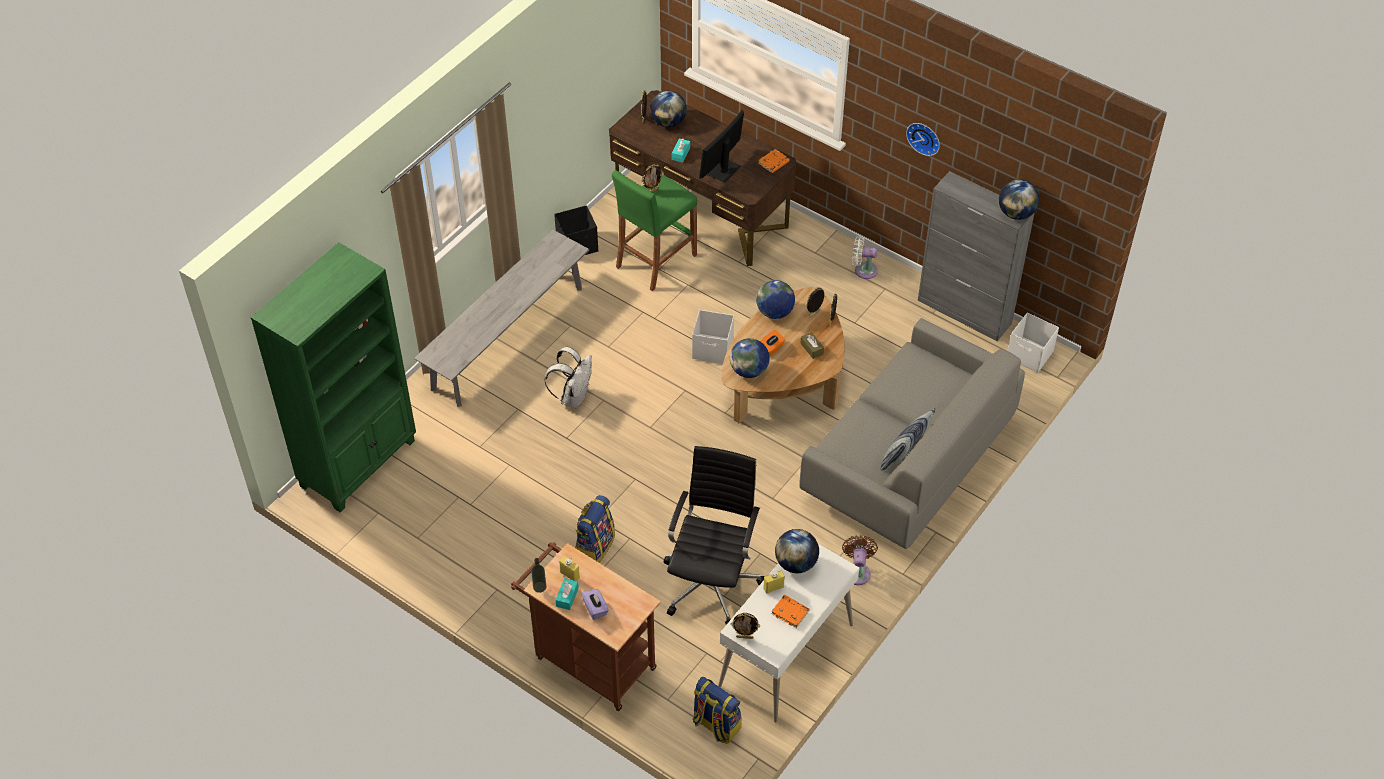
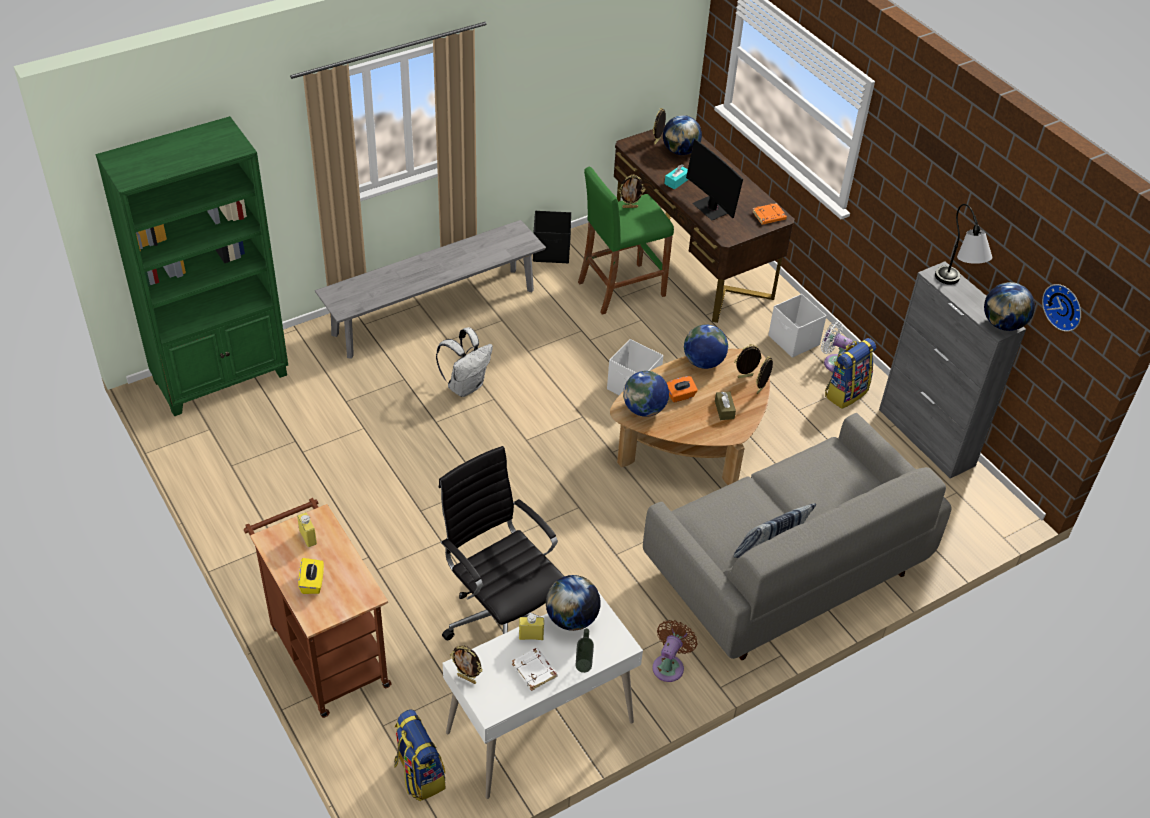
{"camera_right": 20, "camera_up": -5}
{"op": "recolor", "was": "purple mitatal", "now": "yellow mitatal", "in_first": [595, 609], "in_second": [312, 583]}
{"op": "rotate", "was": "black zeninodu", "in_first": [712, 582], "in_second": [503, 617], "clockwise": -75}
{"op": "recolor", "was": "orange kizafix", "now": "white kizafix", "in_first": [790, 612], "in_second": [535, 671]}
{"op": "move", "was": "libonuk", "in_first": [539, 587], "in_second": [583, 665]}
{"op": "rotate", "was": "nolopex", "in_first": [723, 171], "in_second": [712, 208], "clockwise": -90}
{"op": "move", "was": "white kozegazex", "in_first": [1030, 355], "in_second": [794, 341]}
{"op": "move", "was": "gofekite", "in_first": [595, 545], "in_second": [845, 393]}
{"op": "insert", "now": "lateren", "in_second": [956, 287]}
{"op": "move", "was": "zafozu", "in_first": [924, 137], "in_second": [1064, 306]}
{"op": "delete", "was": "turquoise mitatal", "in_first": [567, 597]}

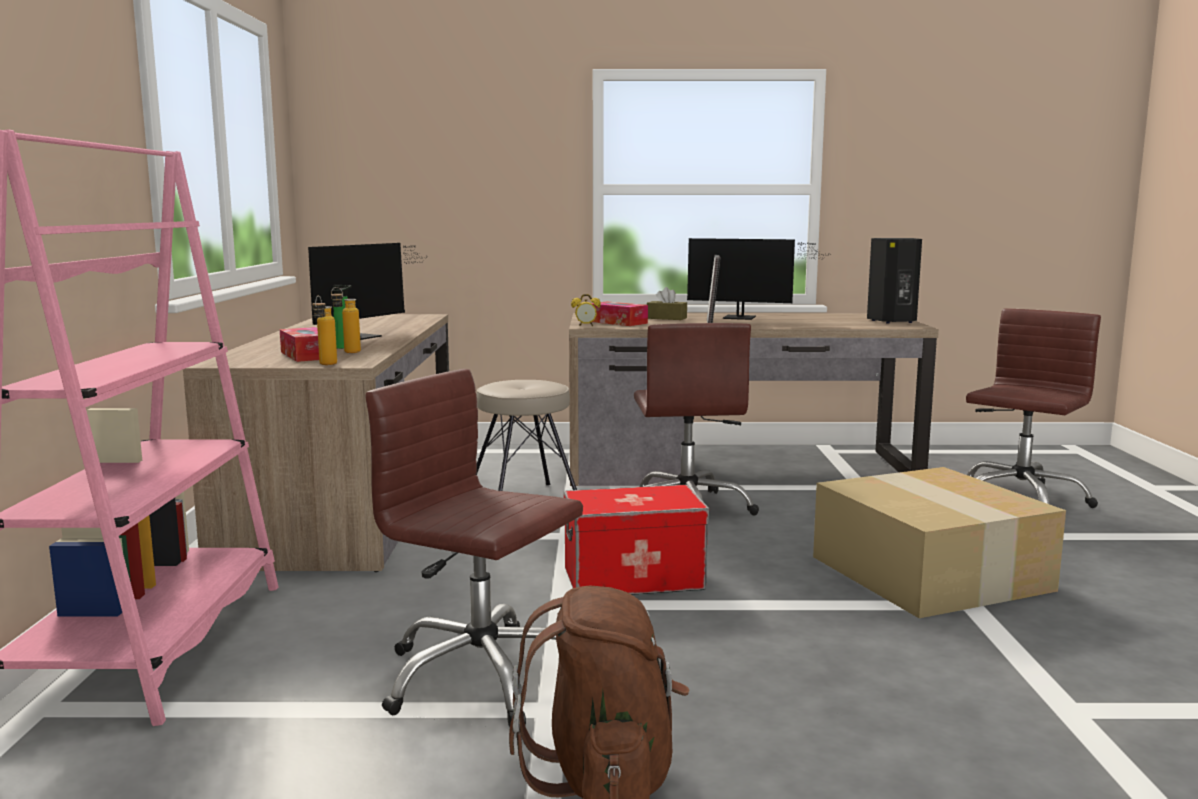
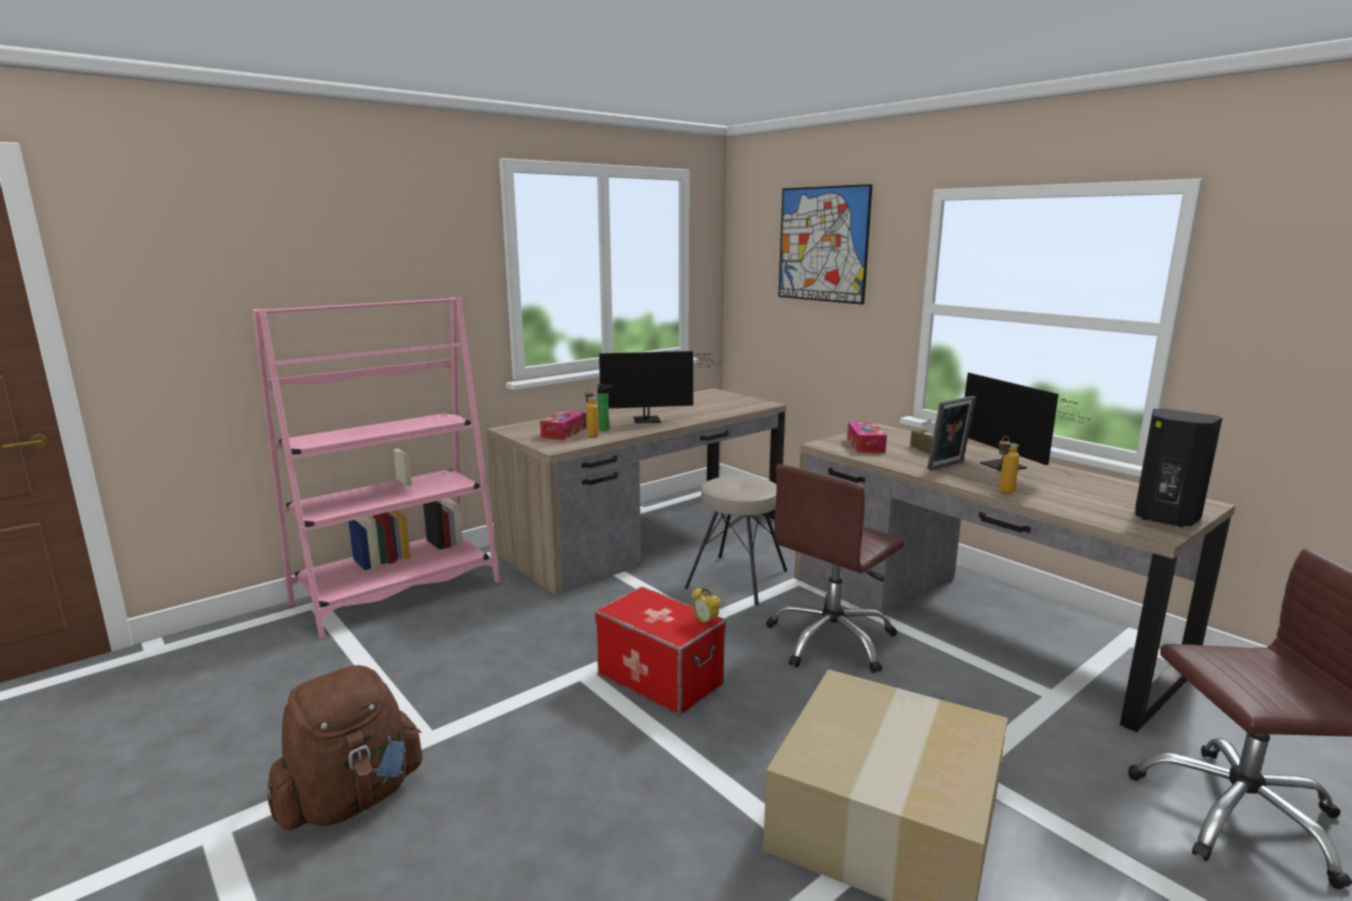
{"camera_right": 50, "camera_up": 5}
{"op": "move", "was": "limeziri", "in_first": [586, 326], "in_second": [705, 622]}
{"op": "insert", "now": "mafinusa", "in_second": [822, 244]}
{"op": "move", "was": "libonuk", "in_first": [325, 365], "in_second": [1002, 492]}
{"op": "delete", "was": "brown zeninodu", "in_first": [481, 677]}

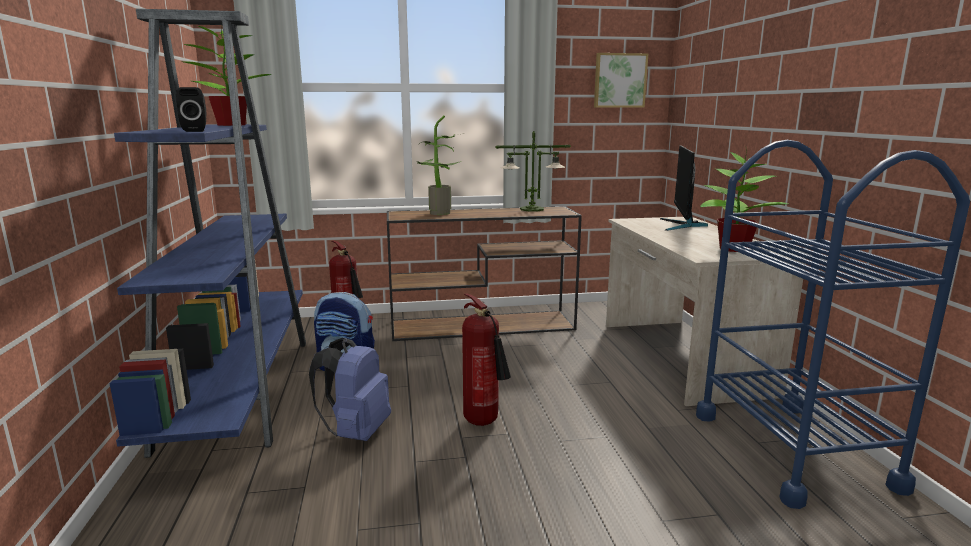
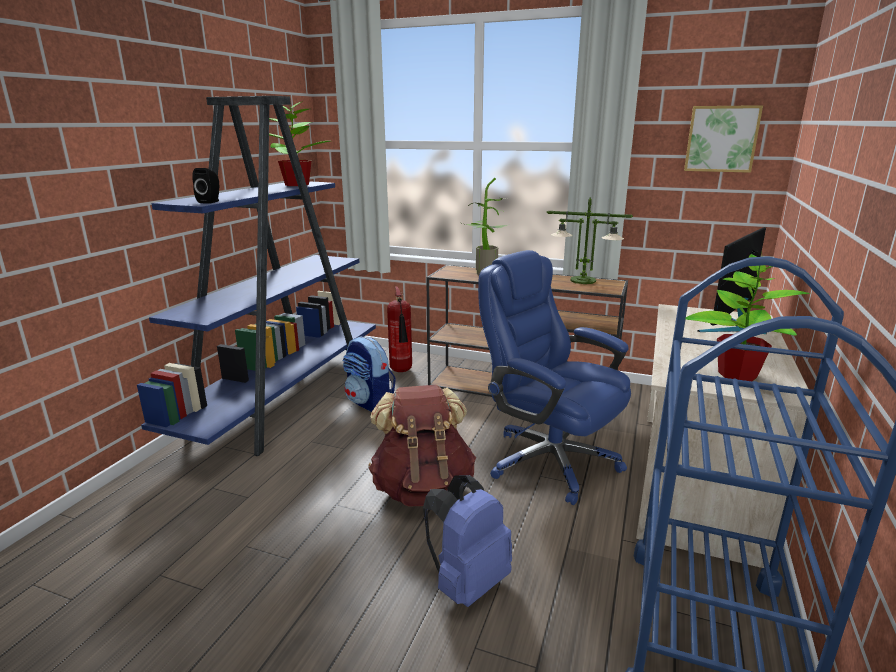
{"camera_right": 30, "camera_up": 5}
{"op": "replace", "was": "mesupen", "now": "brown gofekite", "in_first": [484, 423], "in_second": [423, 488]}
{"op": "move", "was": "blue gofekite", "in_first": [356, 432], "in_second": [467, 582]}
{"op": "insert", "now": "blue zeninodu", "in_second": [549, 460]}

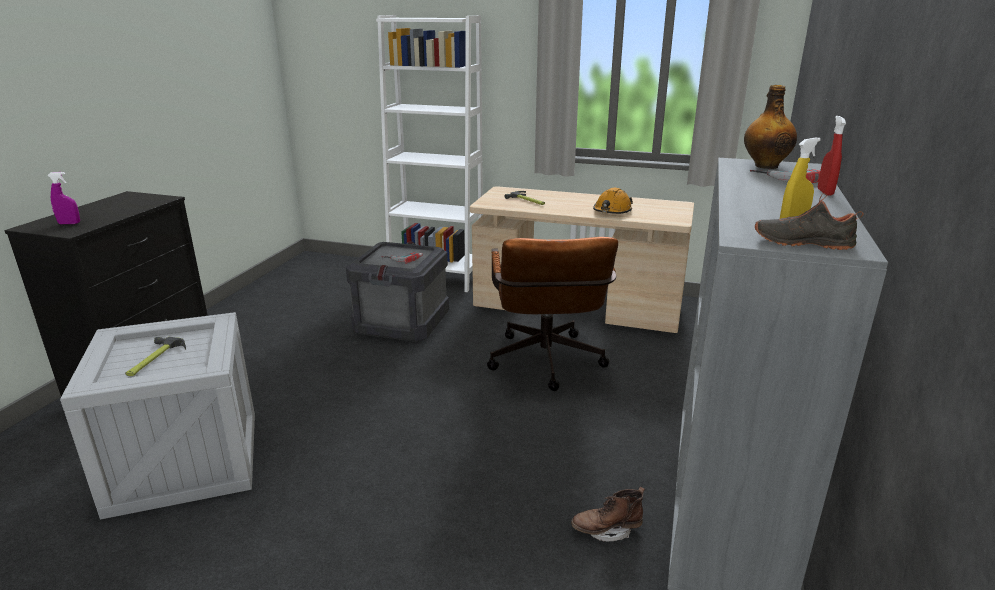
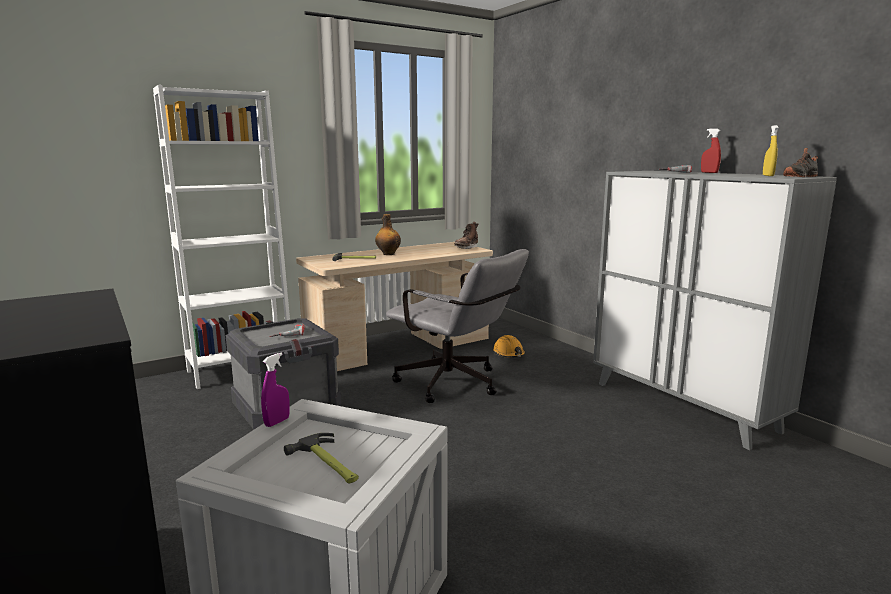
{"camera_right": -50, "camera_up": -10}
{"op": "move", "was": "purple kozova", "in_first": [69, 223], "in_second": [277, 422]}
{"op": "move", "was": "libonuk", "in_first": [765, 166], "in_second": [388, 254]}
{"op": "recolor", "was": "brown zeninodu", "now": "grey zeninodu", "in_first": [546, 365], "in_second": [456, 385]}
{"op": "move", "was": "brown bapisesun", "in_first": [606, 530], "in_second": [466, 248]}
{"op": "move", "was": "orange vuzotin", "in_first": [612, 211], "in_second": [509, 354]}

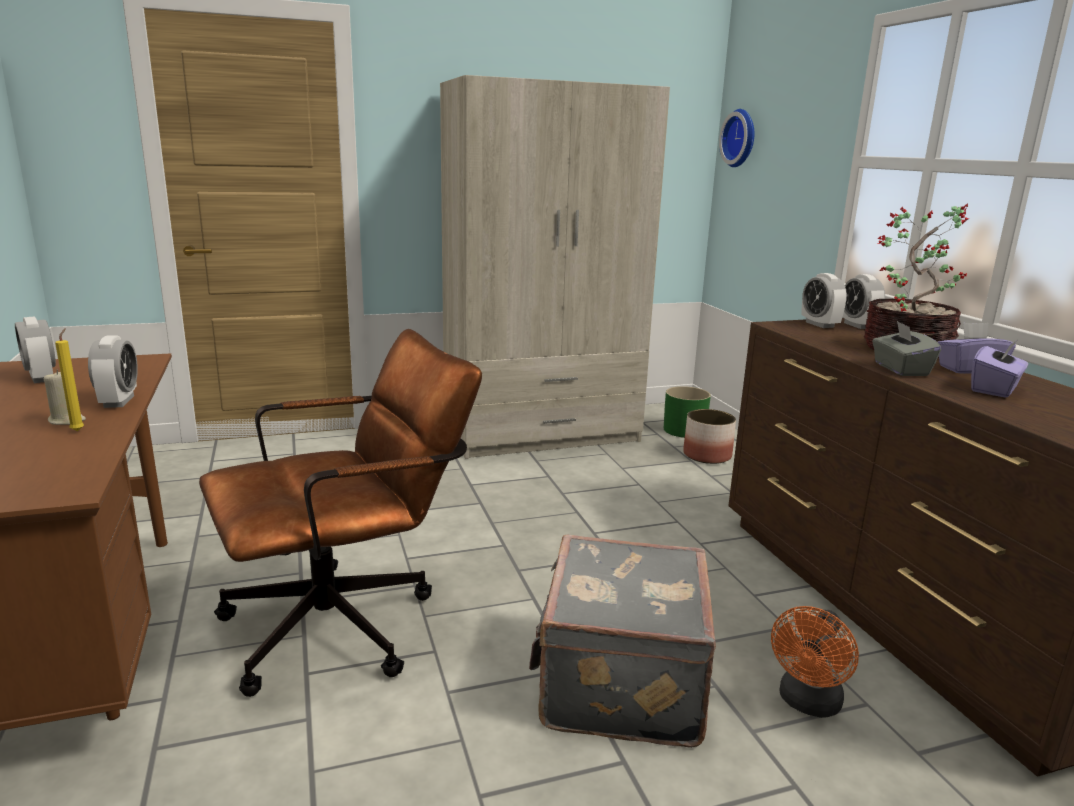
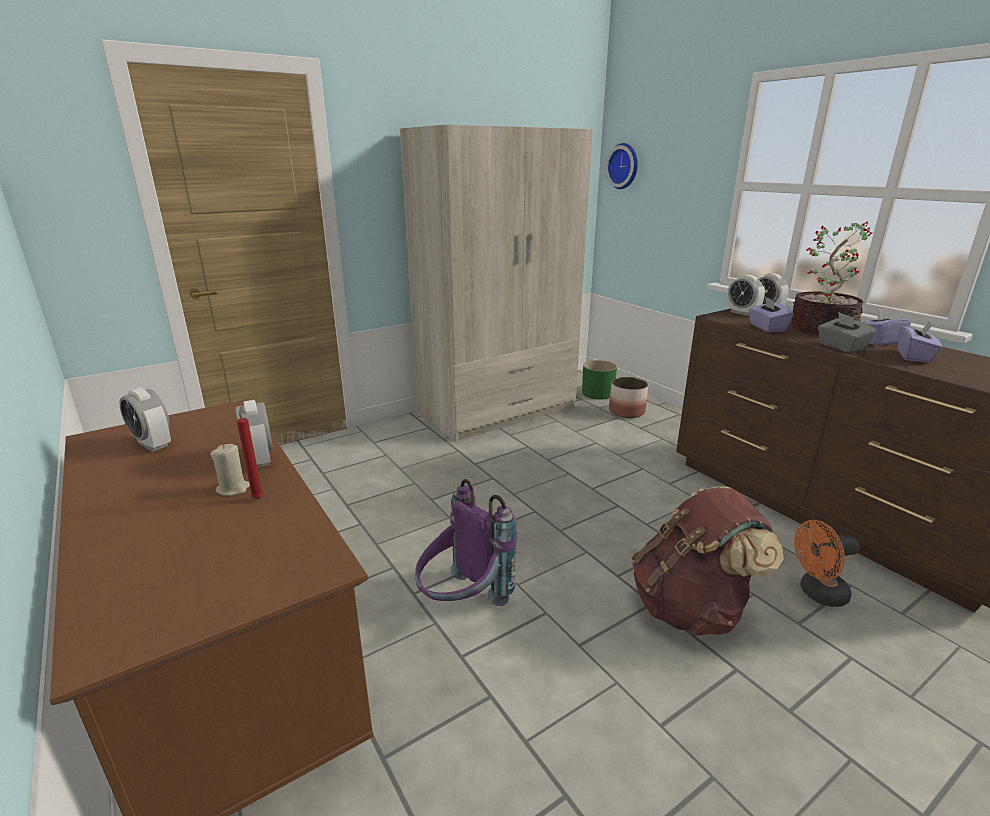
{"camera_right": -15, "camera_up": 5}
{"op": "recolor", "was": "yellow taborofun", "now": "red taborofun", "in_first": [79, 430], "in_second": [258, 498]}
{"op": "replace", "was": "brown zeninodu", "now": "purple gofekite", "in_first": [348, 622], "in_second": [463, 603]}
{"op": "replace", "was": "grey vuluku", "now": "brown gofekite", "in_first": [618, 683], "in_second": [691, 607]}
{"op": "insert", "now": "purple mitatal", "in_second": [766, 328]}
{"op": "rotate", "was": "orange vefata", "in_first": [807, 703], "in_second": [817, 593], "clockwise": 60}

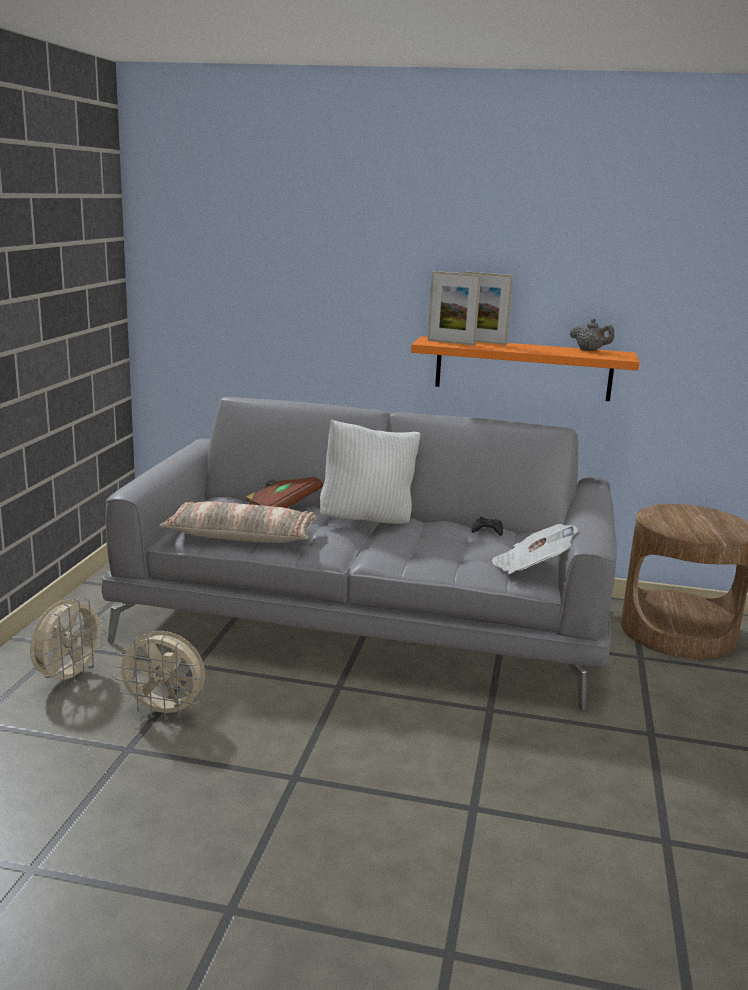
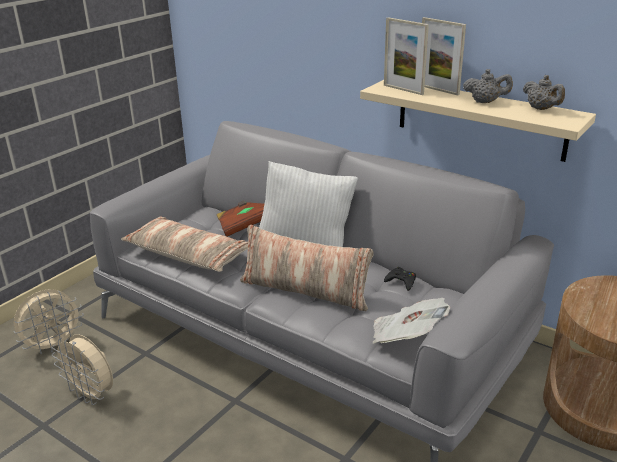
{"camera_right": 25, "camera_up": 10}
{"op": "insert", "now": "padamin", "in_second": [305, 290]}
{"op": "recolor", "was": "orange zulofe", "now": "beige zulofe", "in_first": [523, 369], "in_second": [480, 118]}
{"op": "insert", "now": "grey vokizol", "in_second": [485, 102]}

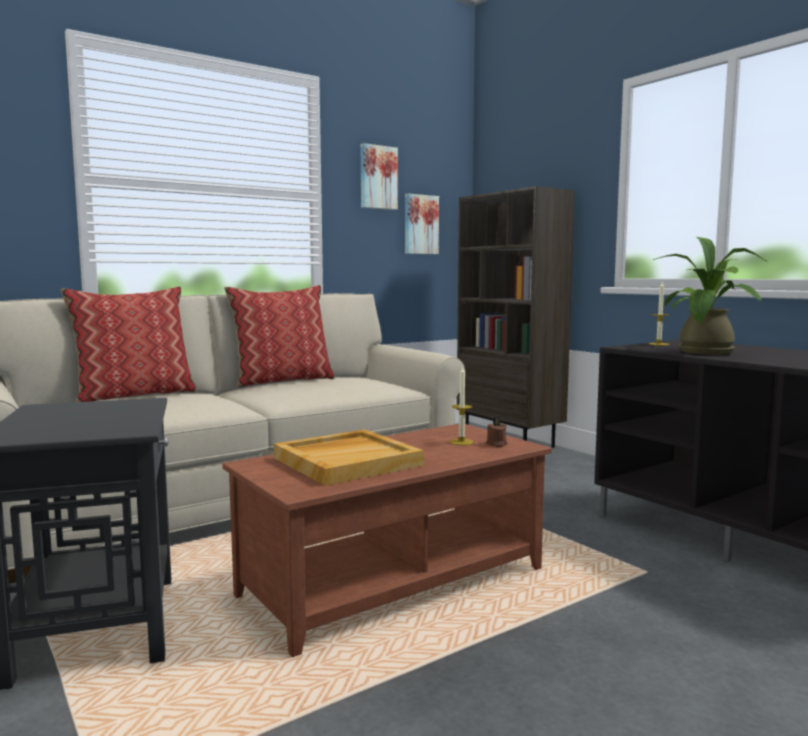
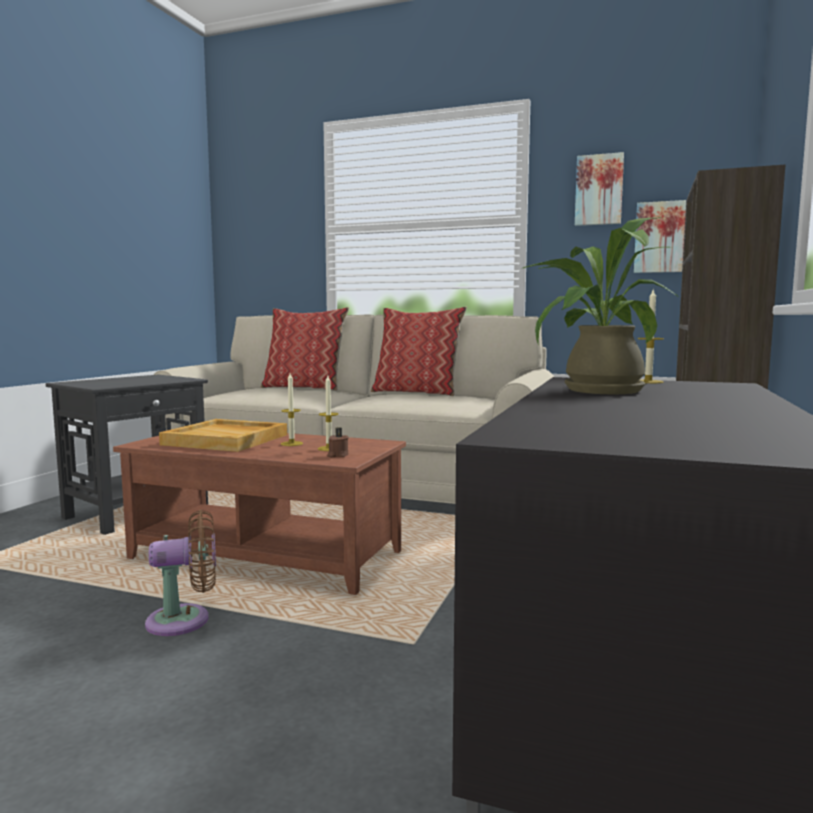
{"camera_right": 55, "camera_up": 0}
{"op": "insert", "now": "brown vefata", "in_second": [185, 620]}
{"op": "insert", "now": "taborofun", "in_second": [291, 443]}

